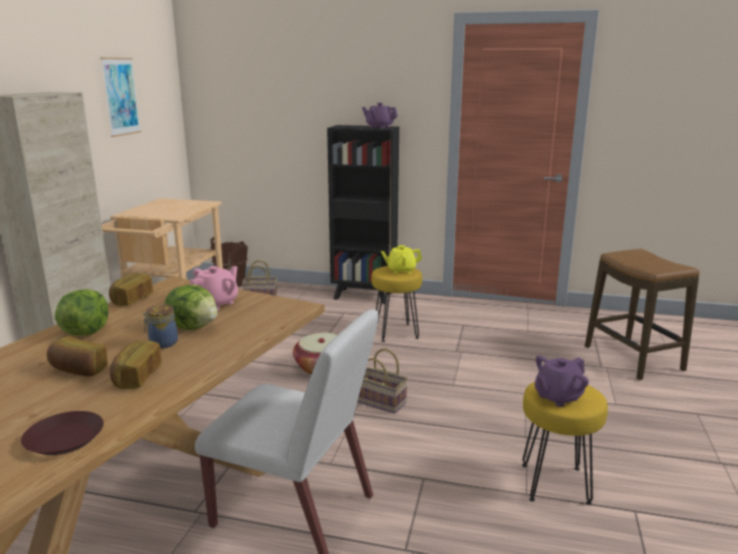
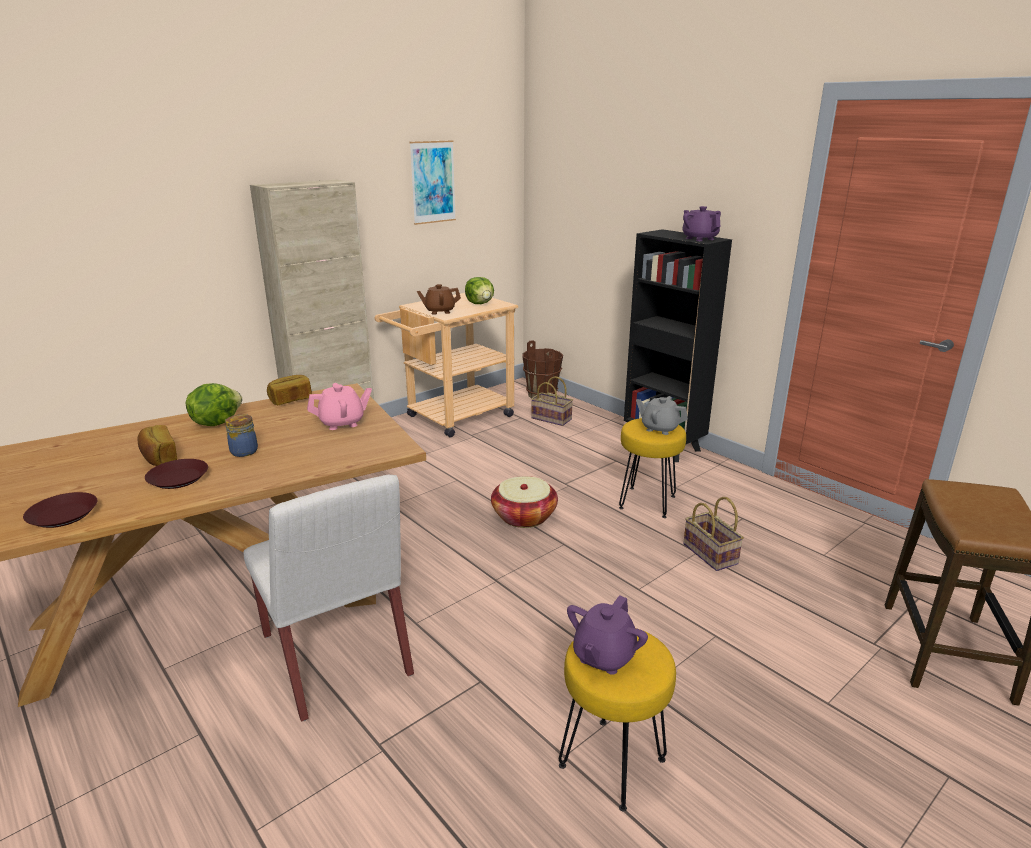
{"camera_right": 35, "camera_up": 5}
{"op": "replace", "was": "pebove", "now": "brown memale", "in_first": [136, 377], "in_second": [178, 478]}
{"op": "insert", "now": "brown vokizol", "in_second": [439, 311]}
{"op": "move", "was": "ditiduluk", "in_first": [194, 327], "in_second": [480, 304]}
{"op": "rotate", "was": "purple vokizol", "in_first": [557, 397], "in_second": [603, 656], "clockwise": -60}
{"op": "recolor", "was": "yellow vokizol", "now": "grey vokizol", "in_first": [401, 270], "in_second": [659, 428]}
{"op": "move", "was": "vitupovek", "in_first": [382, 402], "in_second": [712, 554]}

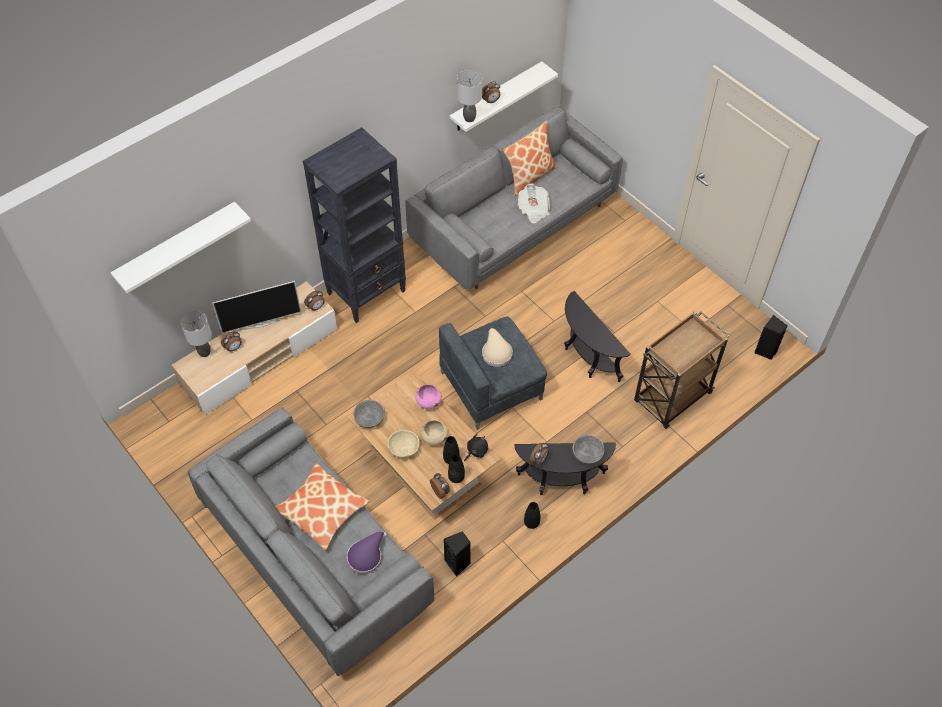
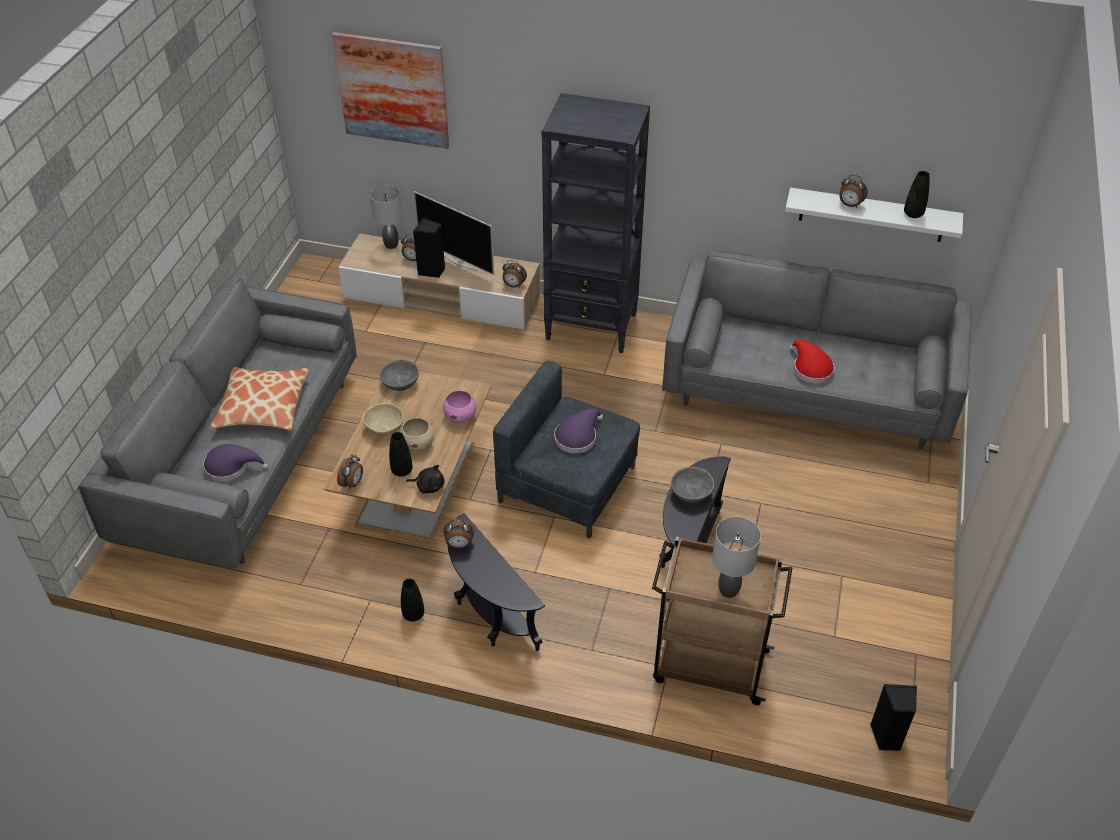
{"camera_right": 55, "camera_up": -10}
{"op": "replace", "was": "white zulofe", "now": "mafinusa", "in_first": [177, 246], "in_second": [392, 90]}
{"op": "move", "was": "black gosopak", "in_first": [458, 563], "in_second": [432, 271]}
{"op": "recolor", "was": "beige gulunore", "now": "purple gulunore", "in_first": [496, 352], "in_second": [577, 437]}
{"op": "move", "was": "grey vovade", "in_first": [587, 454], "in_second": [691, 493]}
{"op": "move", "was": "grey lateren", "in_first": [469, 118], "in_second": [728, 590]}
{"op": "replace", "was": "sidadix", "now": "red gulunore", "in_first": [533, 210], "in_second": [810, 368]}
{"op": "move", "was": "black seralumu", "in_first": [456, 477], "in_second": [913, 214]}
{"op": "delete", "was": "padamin", "in_first": [529, 176]}

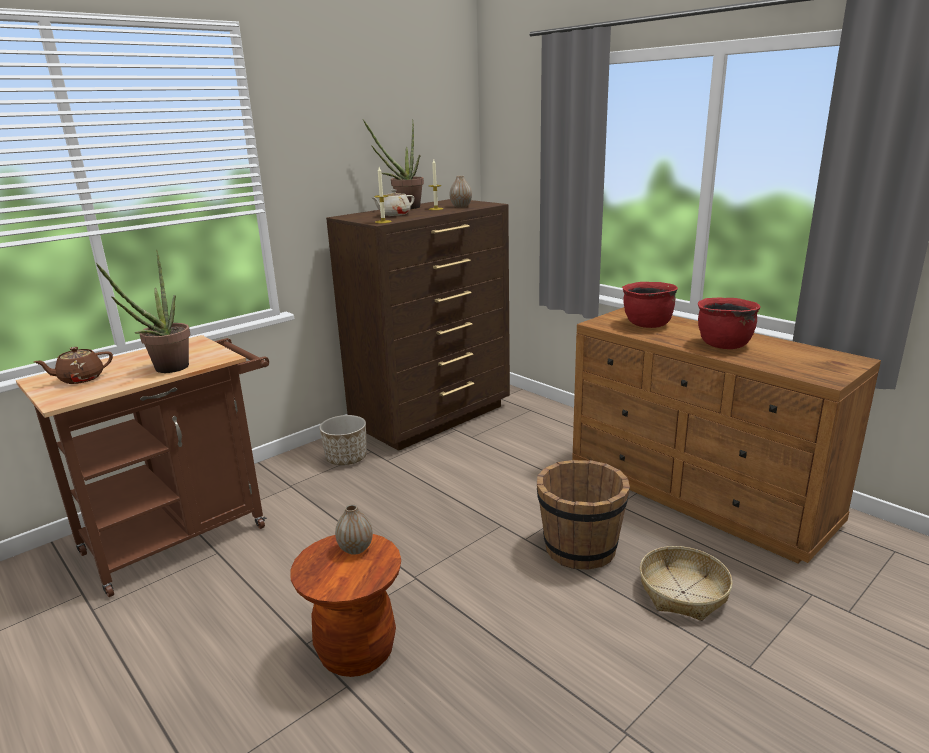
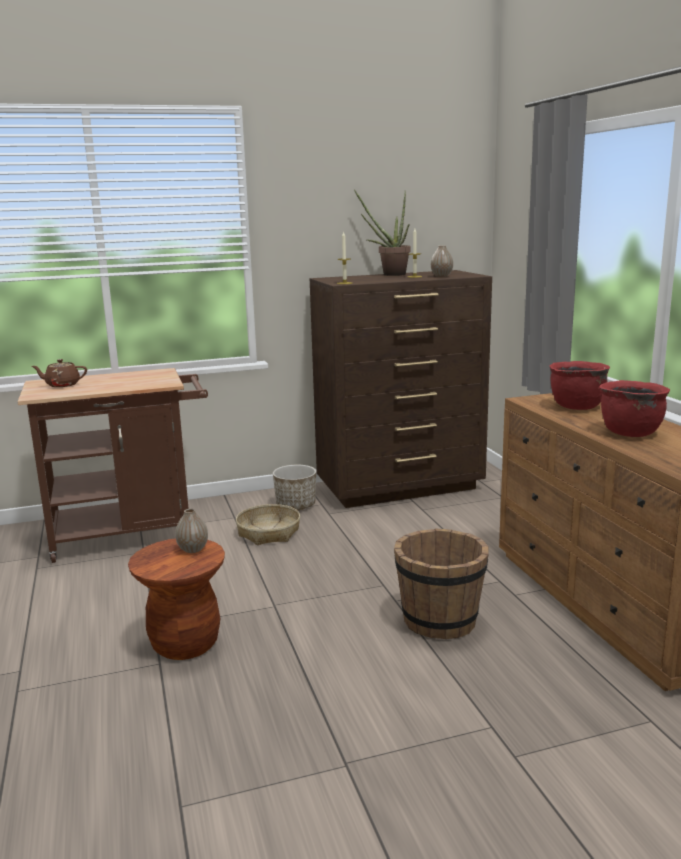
{"camera_right": 25, "camera_up": -5}
{"op": "move", "was": "vitupovek", "in_first": [682, 592], "in_second": [269, 532]}
{"op": "delete", "was": "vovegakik", "in_first": [166, 370]}
{"op": "delete", "was": "beige vokizol", "in_first": [394, 214]}

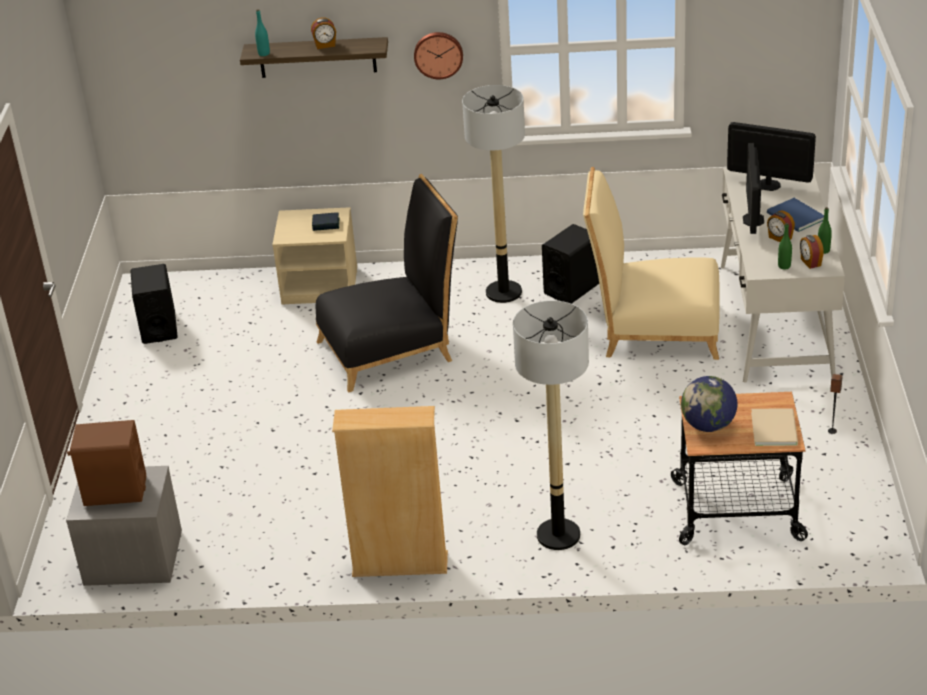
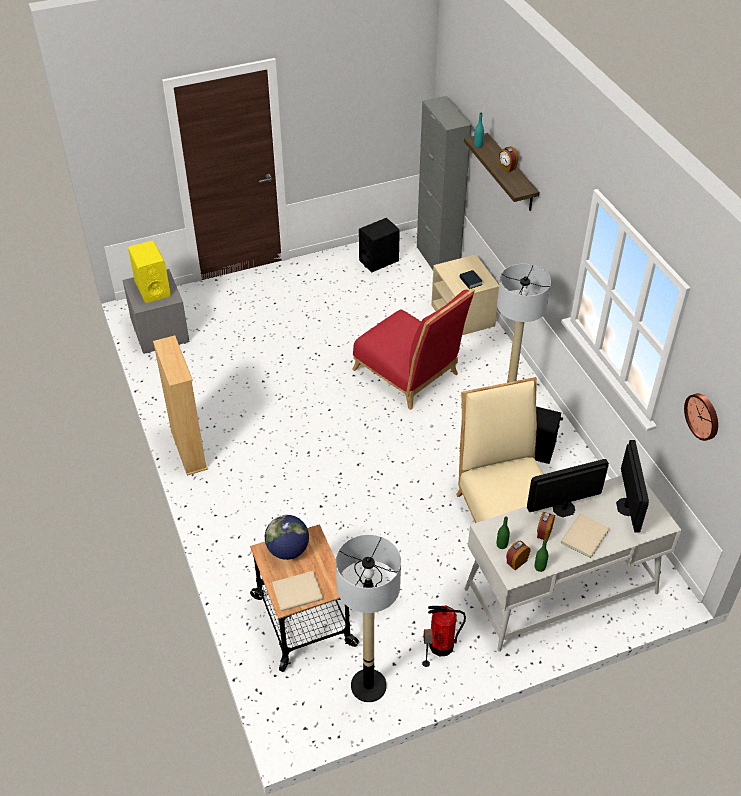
{"camera_right": 65, "camera_up": 10}
{"op": "recolor", "was": "brown gosopak", "now": "yellow gosopak", "in_first": [115, 491], "in_second": [152, 289]}
{"op": "move", "was": "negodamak", "in_first": [558, 535], "in_second": [368, 686]}
{"op": "recolor", "was": "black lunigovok", "now": "red lunigovok", "in_first": [393, 348], "in_second": [410, 375]}
{"op": "insert", "now": "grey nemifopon", "in_second": [438, 259]}
{"op": "insert", "now": "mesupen", "in_second": [442, 645]}
{"op": "recolor", "was": "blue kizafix", "now": "beige kizafix", "in_first": [795, 217], "in_second": [583, 537]}
{"op": "move", "was": "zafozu", "in_first": [438, 54], "in_second": [703, 416]}

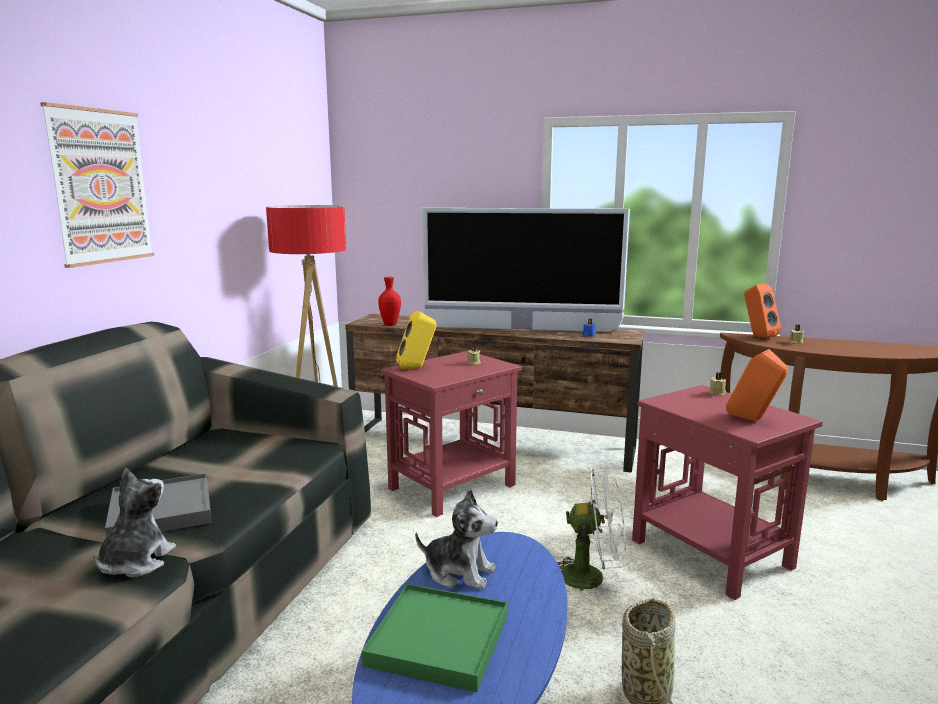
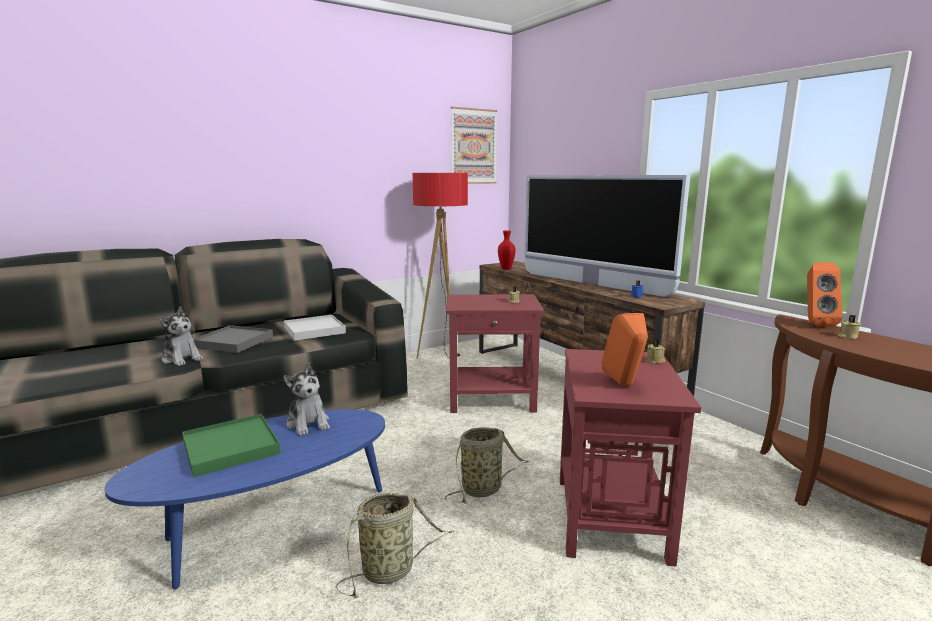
{"camera_right": 40, "camera_up": 0}
{"op": "rotate", "was": "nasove", "in_first": [135, 562], "in_second": [182, 359], "clockwise": 75}
{"op": "insert", "now": "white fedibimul", "in_second": [314, 330]}
{"op": "replace", "was": "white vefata", "now": "vitupovek", "in_first": [592, 577], "in_second": [484, 489]}
{"op": "move", "was": "mafinusa", "in_first": [100, 186], "in_second": [473, 146]}
{"op": "delete", "was": "yellow gosopak", "in_first": [417, 368]}

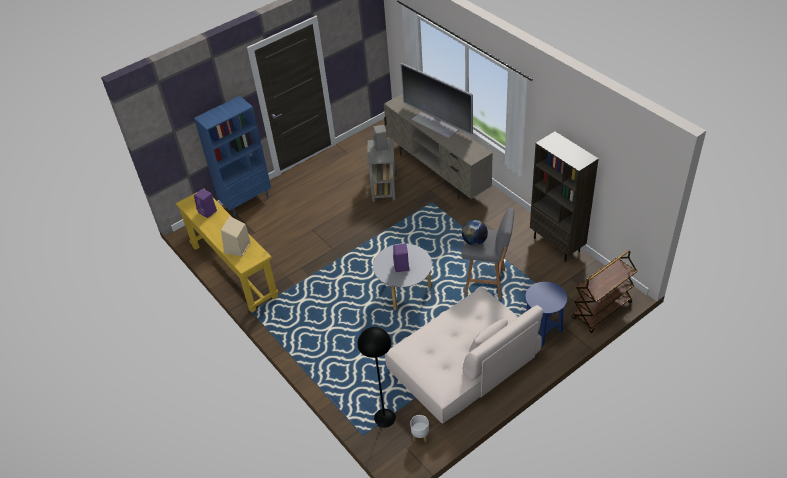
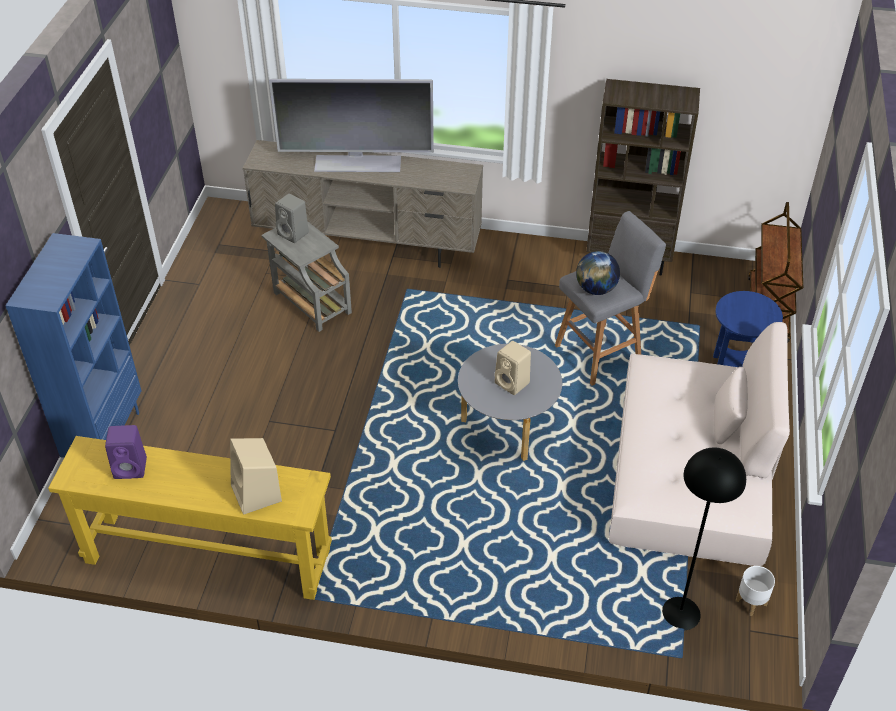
{"camera_right": -45, "camera_up": 0}
{"op": "recolor", "was": "purple gosopak", "now": "beige gosopak", "in_first": [401, 266], "in_second": [513, 383]}

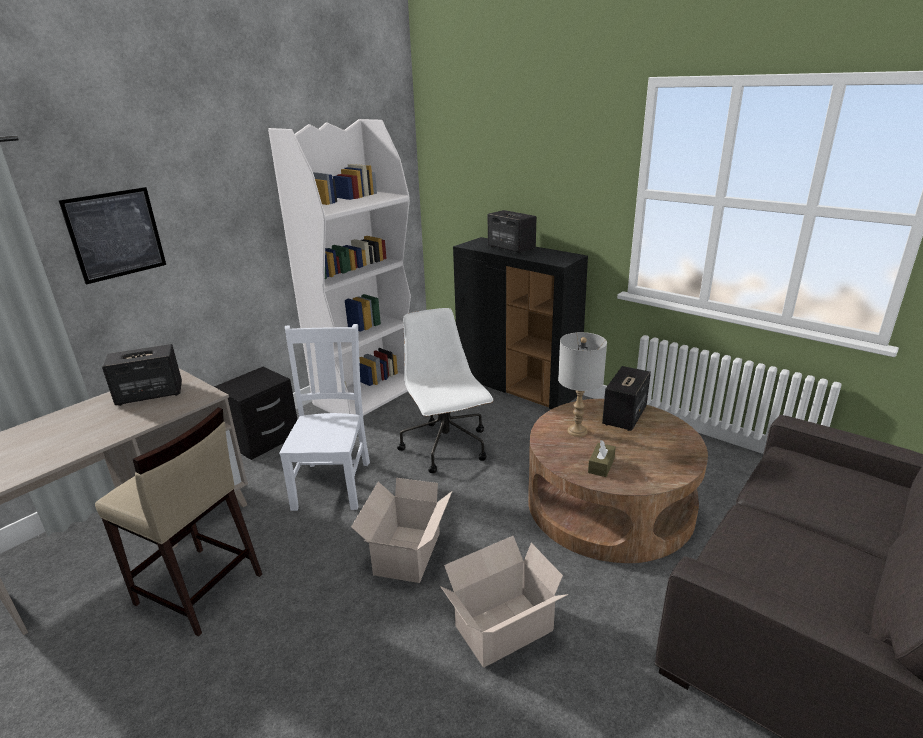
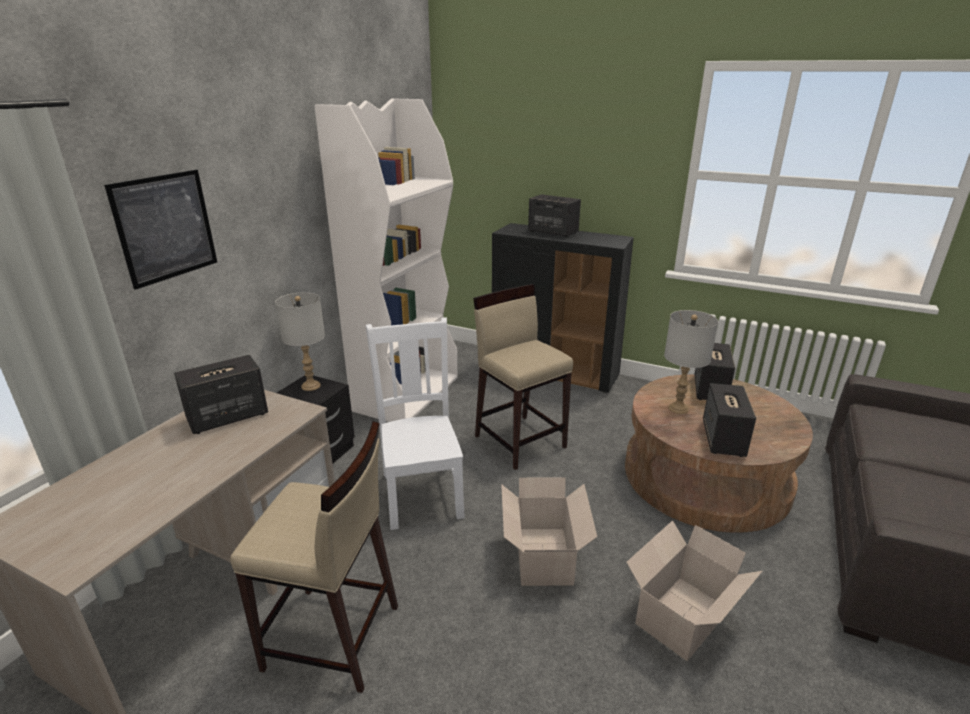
{"camera_right": -15, "camera_up": 0}
{"op": "insert", "now": "grey lateren", "in_second": [310, 386]}
{"op": "replace", "was": "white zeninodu", "now": "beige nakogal", "in_first": [446, 447], "in_second": [520, 440]}
{"op": "replace", "was": "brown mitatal", "now": "gosopak", "in_first": [601, 465], "in_second": [723, 439]}

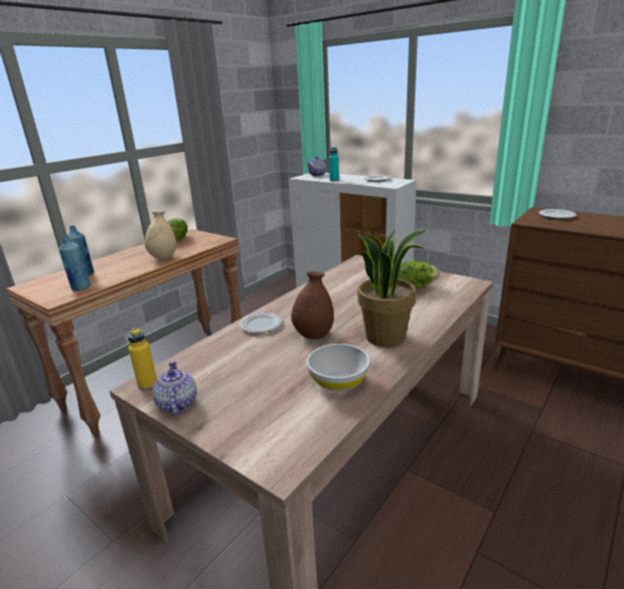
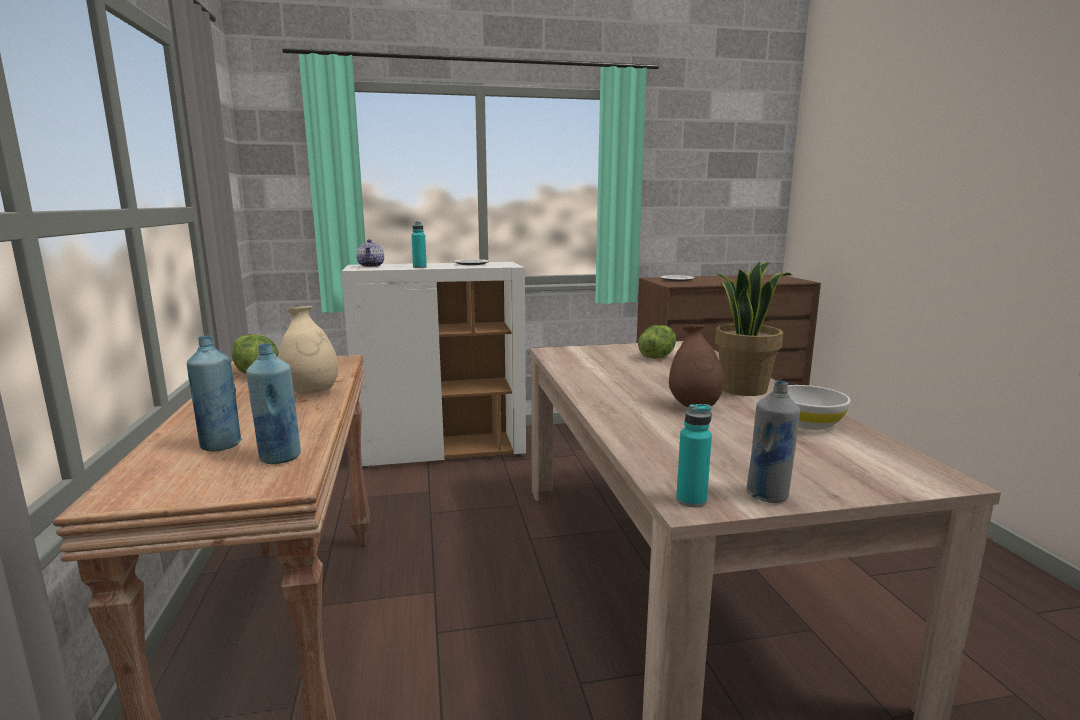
{"camera_right": -50, "camera_up": -10}
{"op": "recolor", "was": "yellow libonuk", "now": "turquoise libonuk", "in_first": [148, 384], "in_second": [691, 500]}
{"op": "replace", "was": "vokizol", "now": "grey libonuk", "in_first": [177, 404], "in_second": [768, 495]}
{"op": "delete", "was": "memale", "in_first": [261, 324]}

